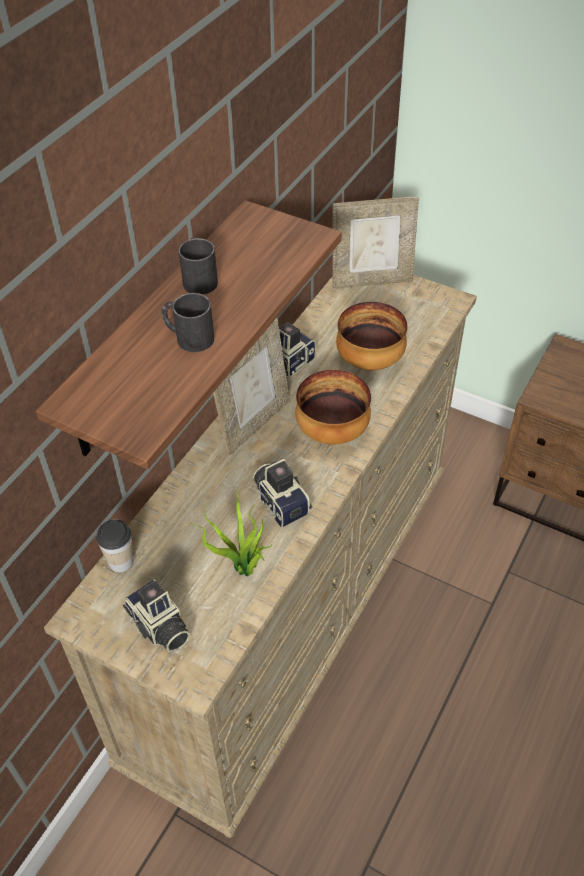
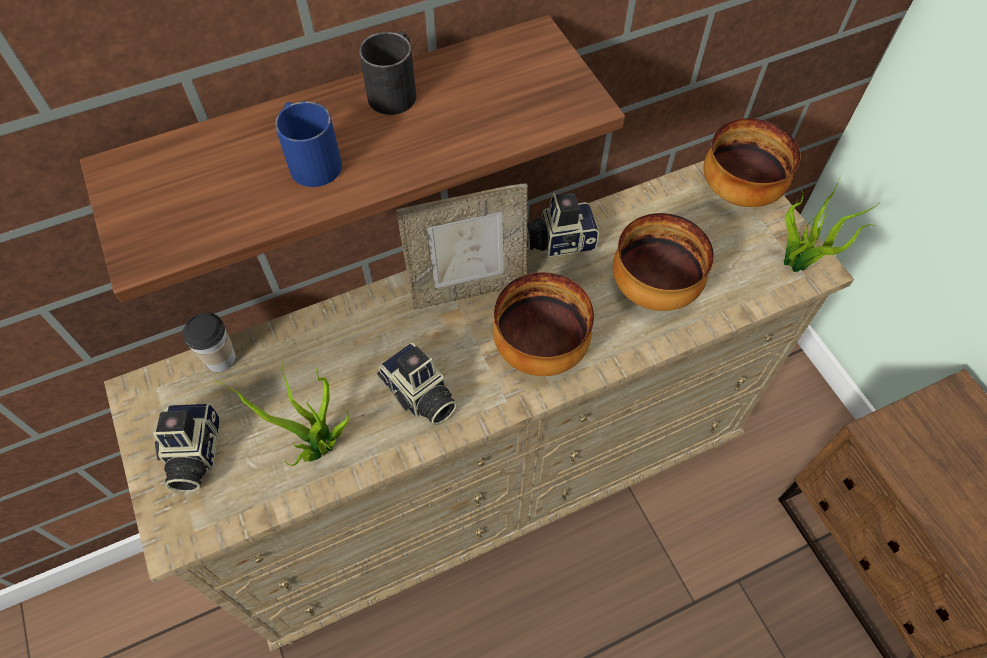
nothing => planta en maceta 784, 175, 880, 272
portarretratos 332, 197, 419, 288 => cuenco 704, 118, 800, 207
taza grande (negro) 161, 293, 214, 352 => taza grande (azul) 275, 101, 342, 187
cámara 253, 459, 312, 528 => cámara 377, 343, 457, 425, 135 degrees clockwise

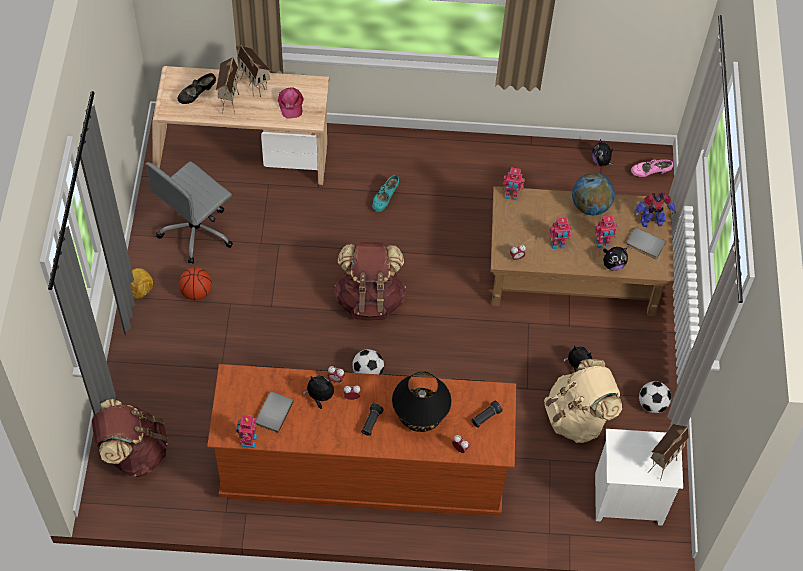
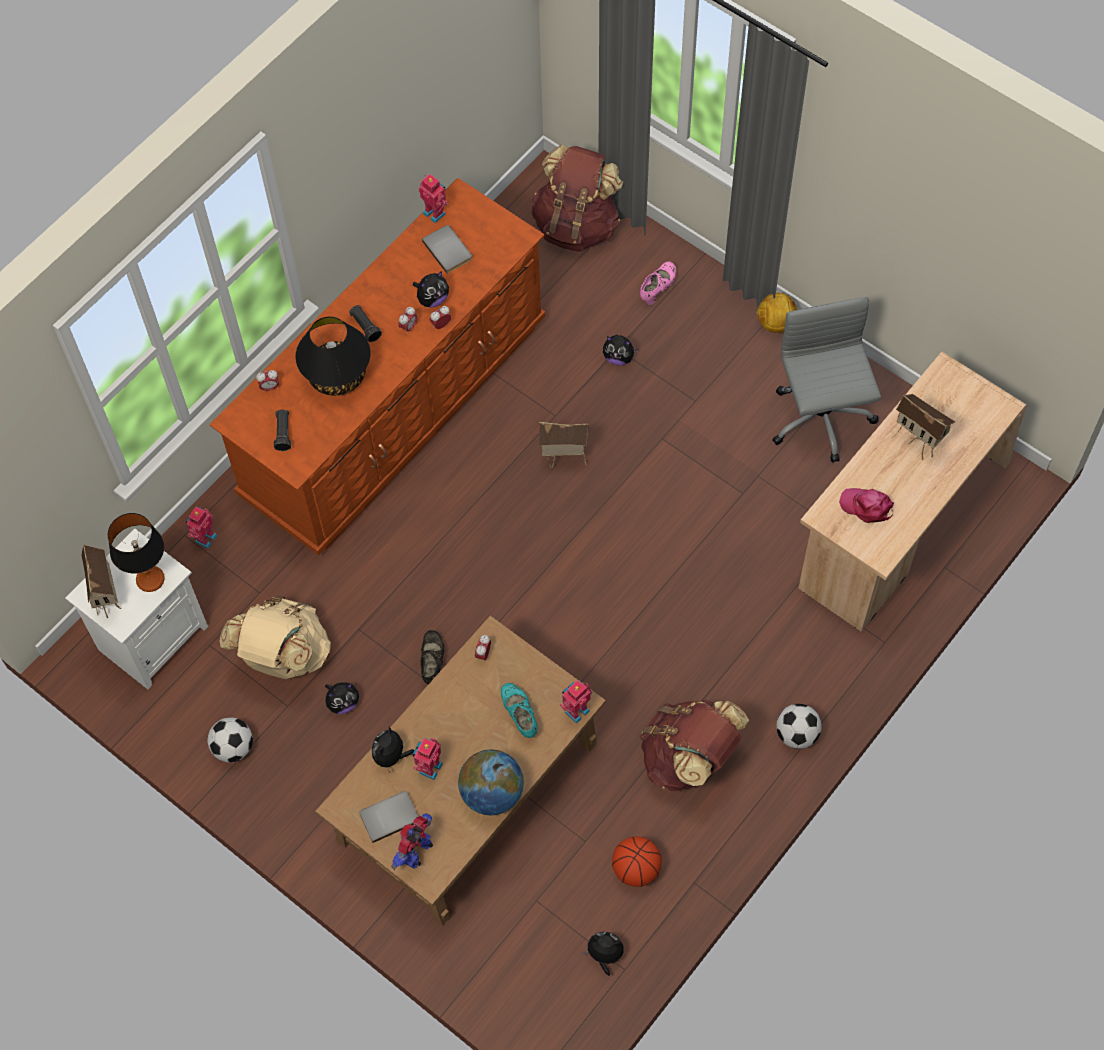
nothing => lámpara de mesa 108, 513, 165, 592
nothing => peluche 603, 334, 639, 365
zapato (negro) 177, 73, 216, 104 => zapato (negro) 420, 630, 444, 684, move
balón de baloncesto 179, 267, 212, 300 => balón de baloncesto 612, 836, 662, 887, move
casita 238, 45, 271, 97 => casita 539, 422, 589, 467, move
mochila (marrón) 334, 242, 406, 321 => mochila (marrón) 640, 699, 749, 792, move
balón de fútbol 353, 349, 384, 375 => balón de fútbol 776, 704, 822, 749, move
zapato (turquesa) 372, 175, 399, 212 => zapato (turquesa) 501, 683, 538, 738, move
robot de juguete 550, 217, 572, 249 => robot de juguete 186, 507, 217, 549, move
zapato (rosa) 631, 159, 673, 177 => zapato (rosa) 640, 262, 676, 305, move

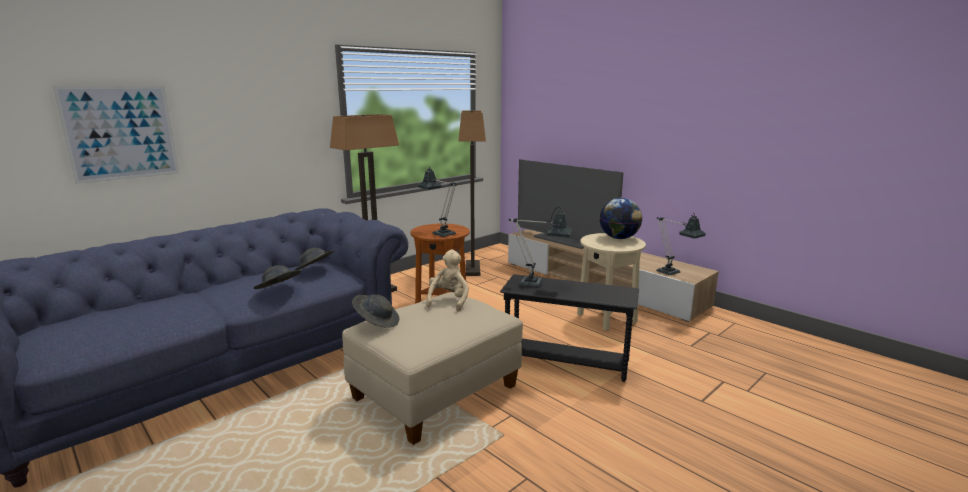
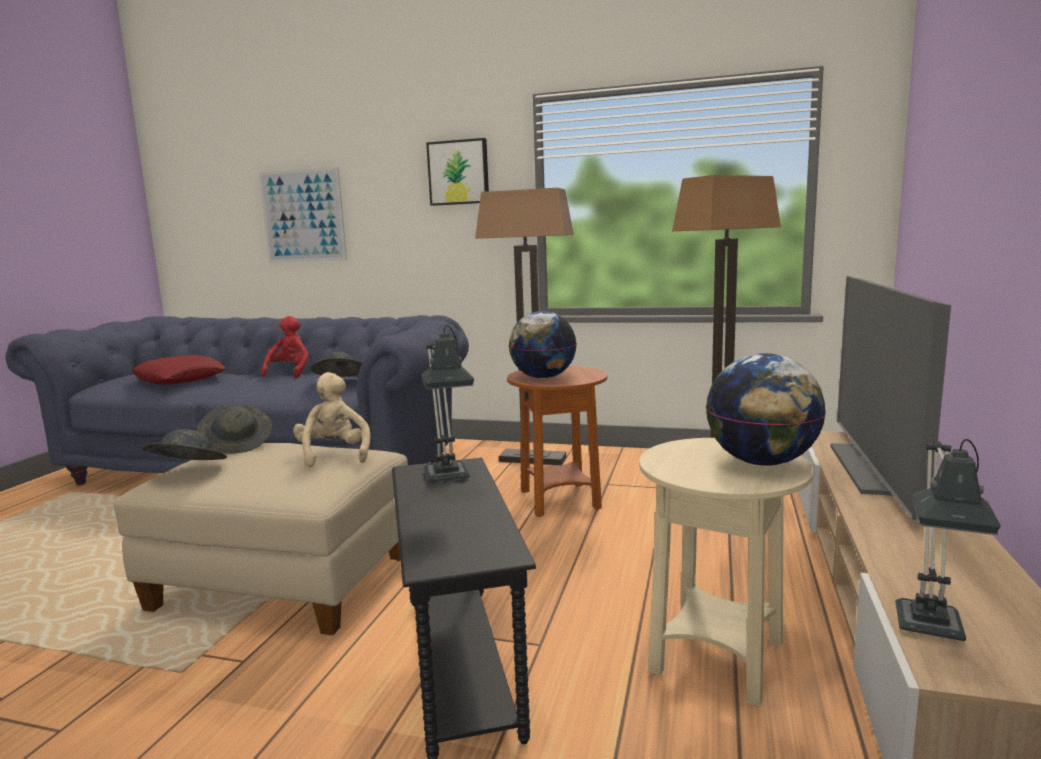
nothing => cojín (rojo) 132, 355, 226, 385
nothing => peluche (rojo) 261, 316, 309, 378
nothing => cuadro 426, 138, 489, 206
sombrero (gris) 253, 265, 301, 289 => sombrero (gris) 141, 429, 227, 460, move
lámpara de mesa 418, 166, 457, 237 => globo terráqueo 509, 311, 577, 379
peluche (beis) 426, 250, 469, 312 => peluche (beis) 293, 372, 371, 467, 90 degrees counterclockwise

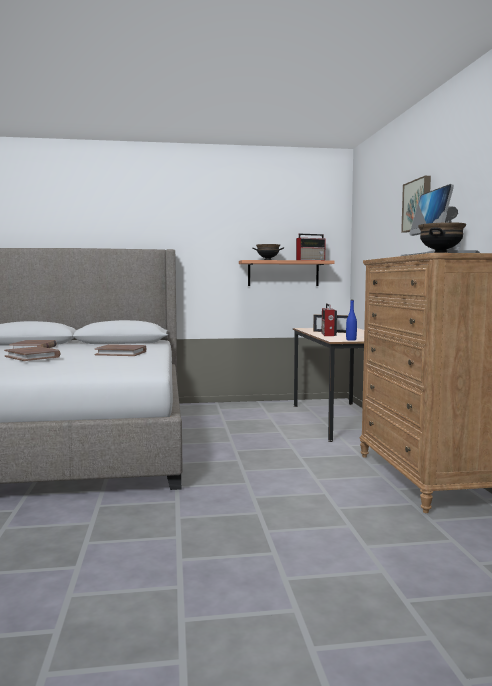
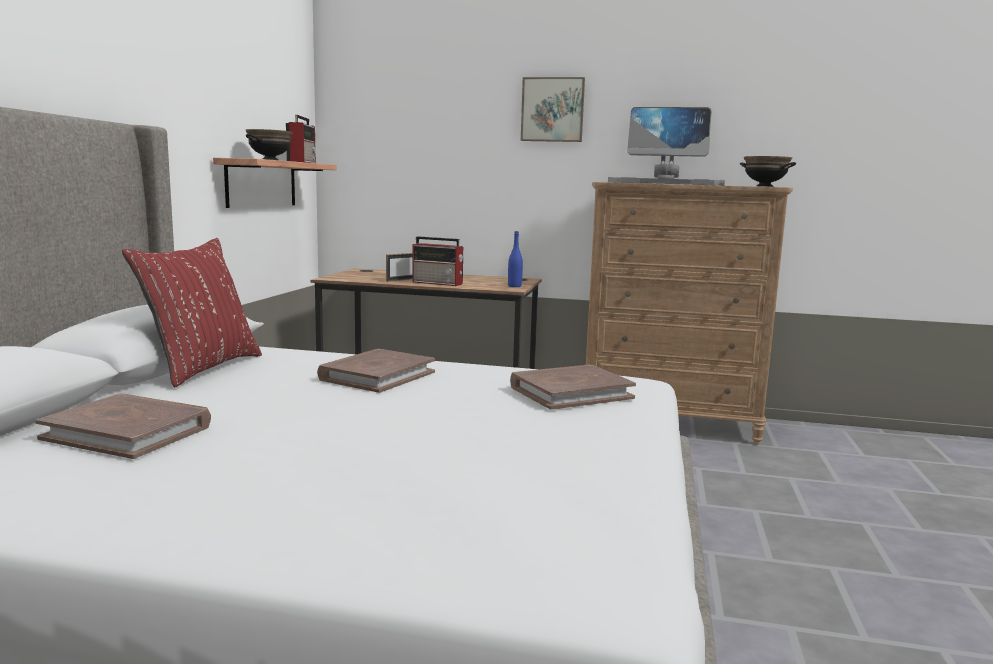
nothing => cojín (rojo) 122, 238, 262, 388
libro (marrón) 4, 346, 61, 361 => libro (marrón) 510, 365, 636, 410, move

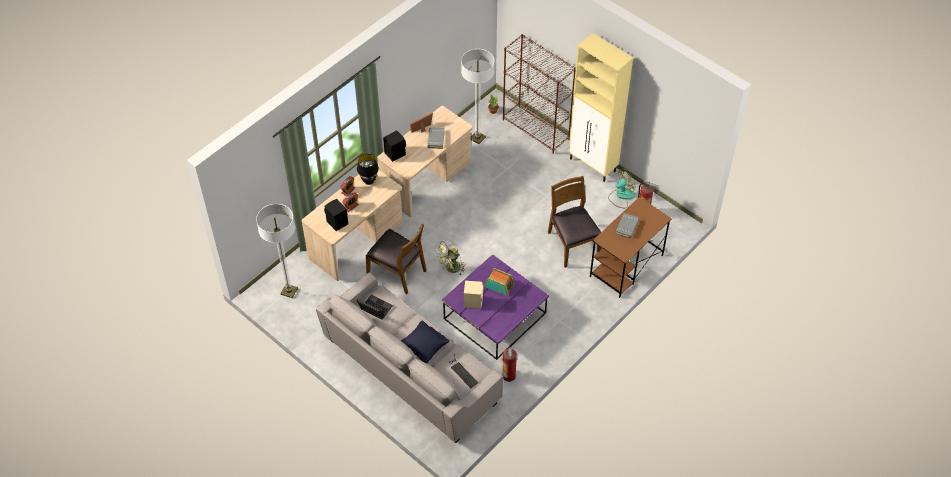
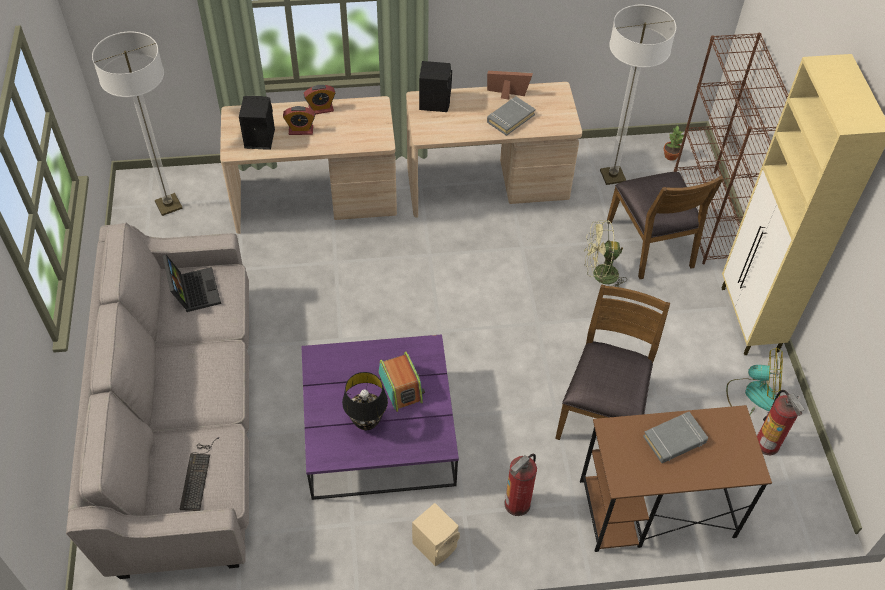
cojín (negro) 401, 320, 450, 363 => nothing
lámpara de mesa (negro) 357, 154, 379, 185 => lámpara de mesa (negro) 342, 372, 388, 430, move
silla (marrón) 366, 224, 427, 294 => silla (marrón) 607, 172, 723, 279, move
ventilador (verde) 434, 241, 465, 275 => ventilador (verde) 584, 220, 626, 287, move
altavoz (beis) 464, 281, 483, 309 => altavoz (beis) 412, 503, 460, 566, move
extintor 502, 345, 517, 382 => extintor 504, 454, 537, 516, move

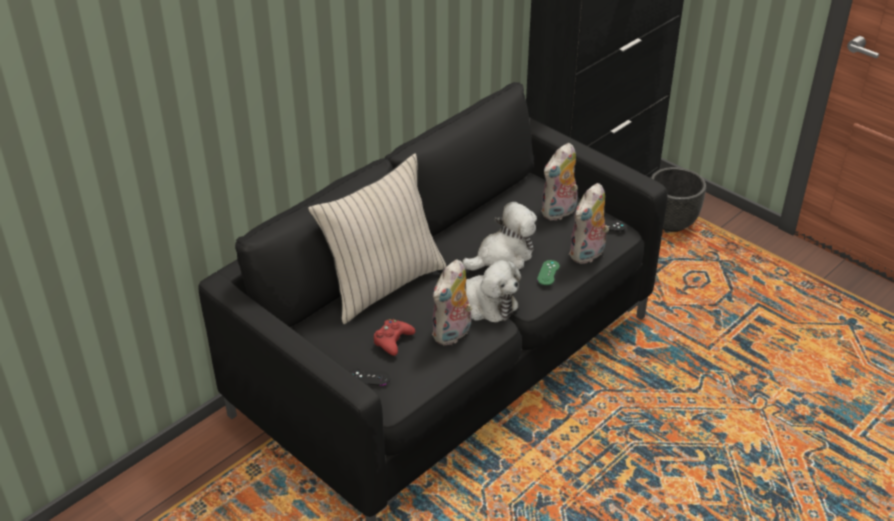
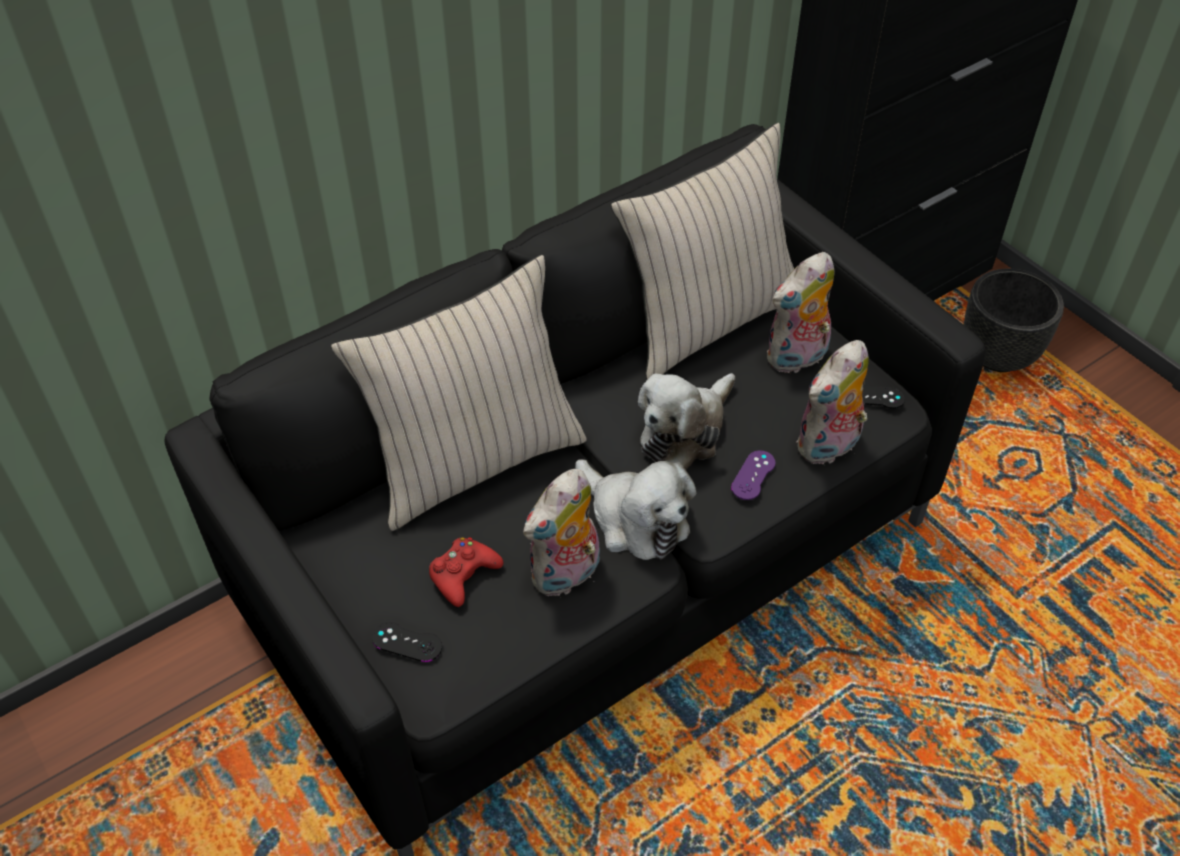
nothing => cojín (beis) 611, 123, 794, 380
mando de consola (verde) 537, 260, 560, 285 => mando de consola (morado) 731, 450, 776, 500
peluche 462, 202, 537, 271 => peluche 638, 373, 735, 470, 150 degrees clockwise

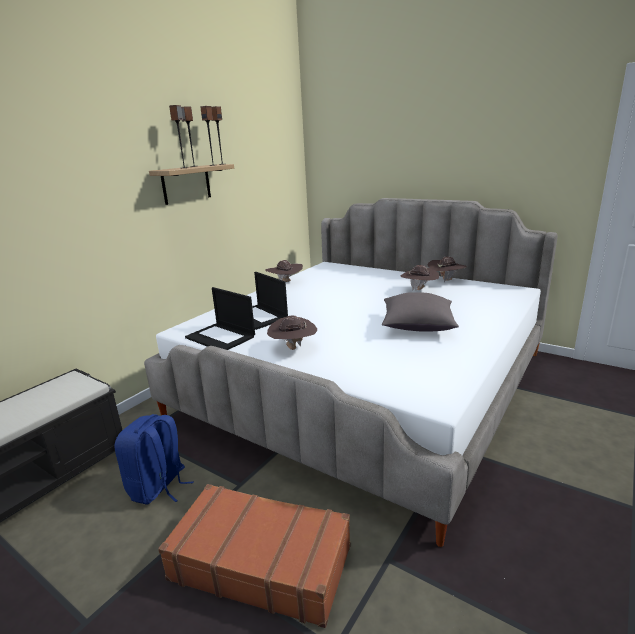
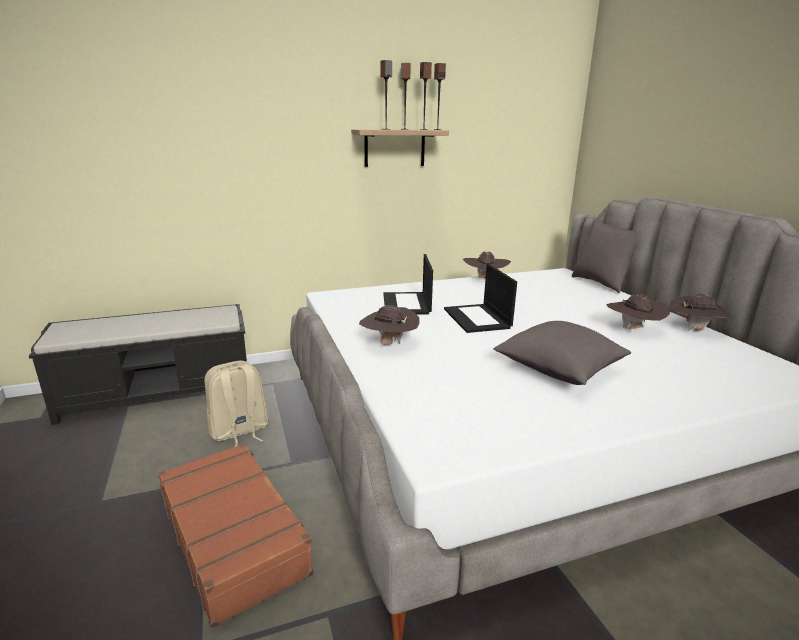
nothing => cojín (gris) 572, 219, 638, 293
portátil 185, 287, 255, 350 => portátil 444, 264, 517, 333, move
mochila (azul) 115, 414, 194, 505 => mochila (beis) 205, 361, 268, 447

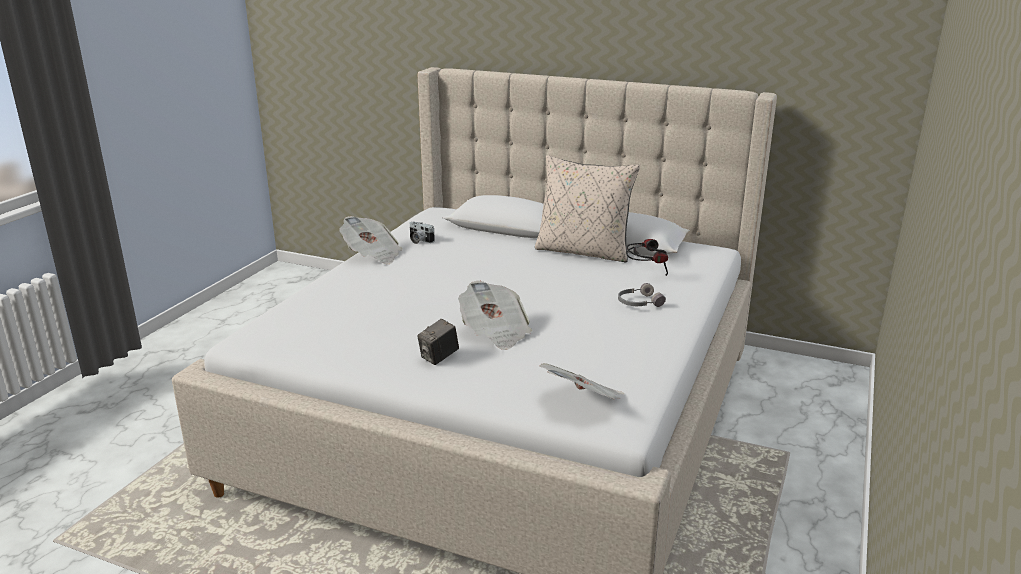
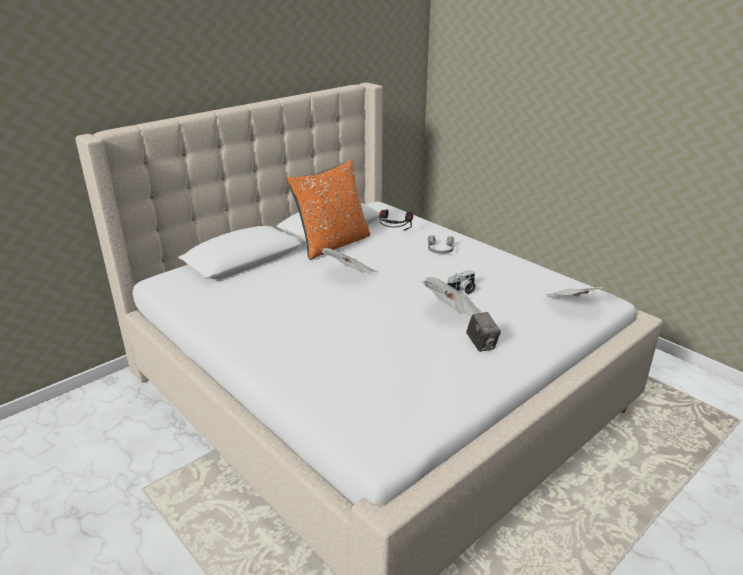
periódico 339, 216, 403, 264 => periódico 321, 248, 379, 274, move
cámara 410, 222, 435, 244 => cámara 447, 270, 476, 294, move
cojín (beis) 535, 155, 640, 263 => cojín (naranja) 287, 159, 370, 260

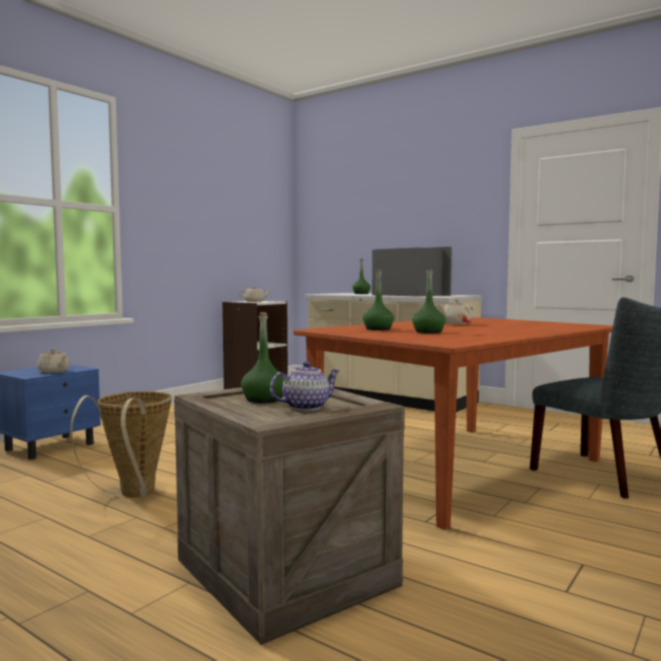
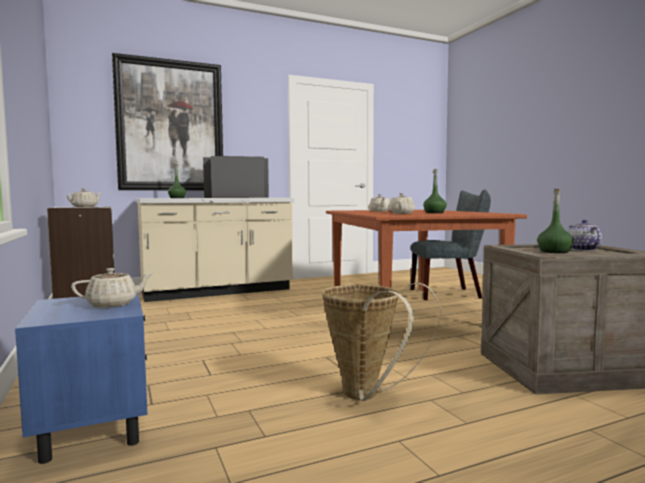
nothing => cuadro 112, 53, 223, 190
botella (verde) 363, 269, 394, 330 => tetera (beis) 388, 193, 415, 214

